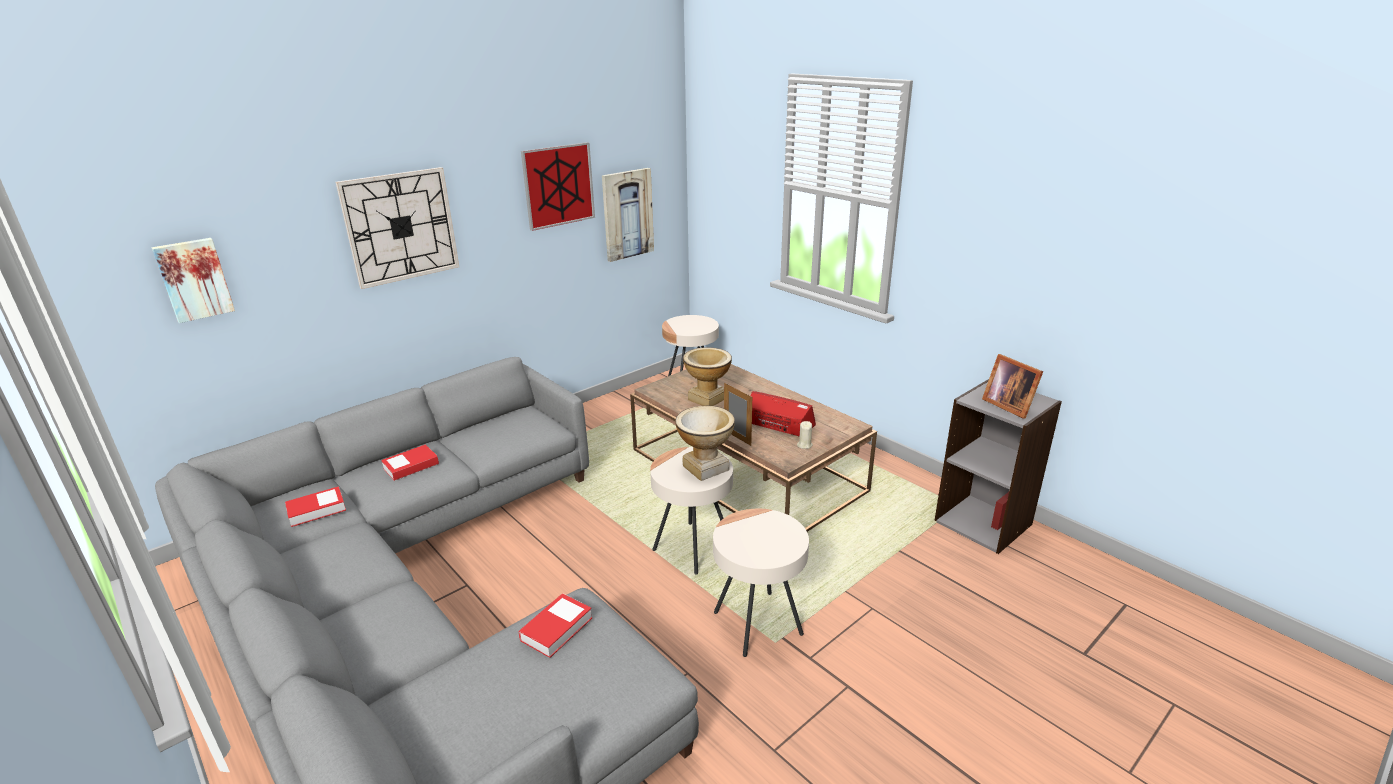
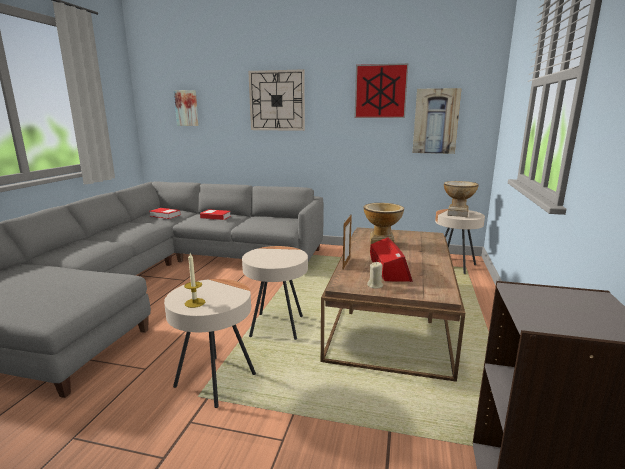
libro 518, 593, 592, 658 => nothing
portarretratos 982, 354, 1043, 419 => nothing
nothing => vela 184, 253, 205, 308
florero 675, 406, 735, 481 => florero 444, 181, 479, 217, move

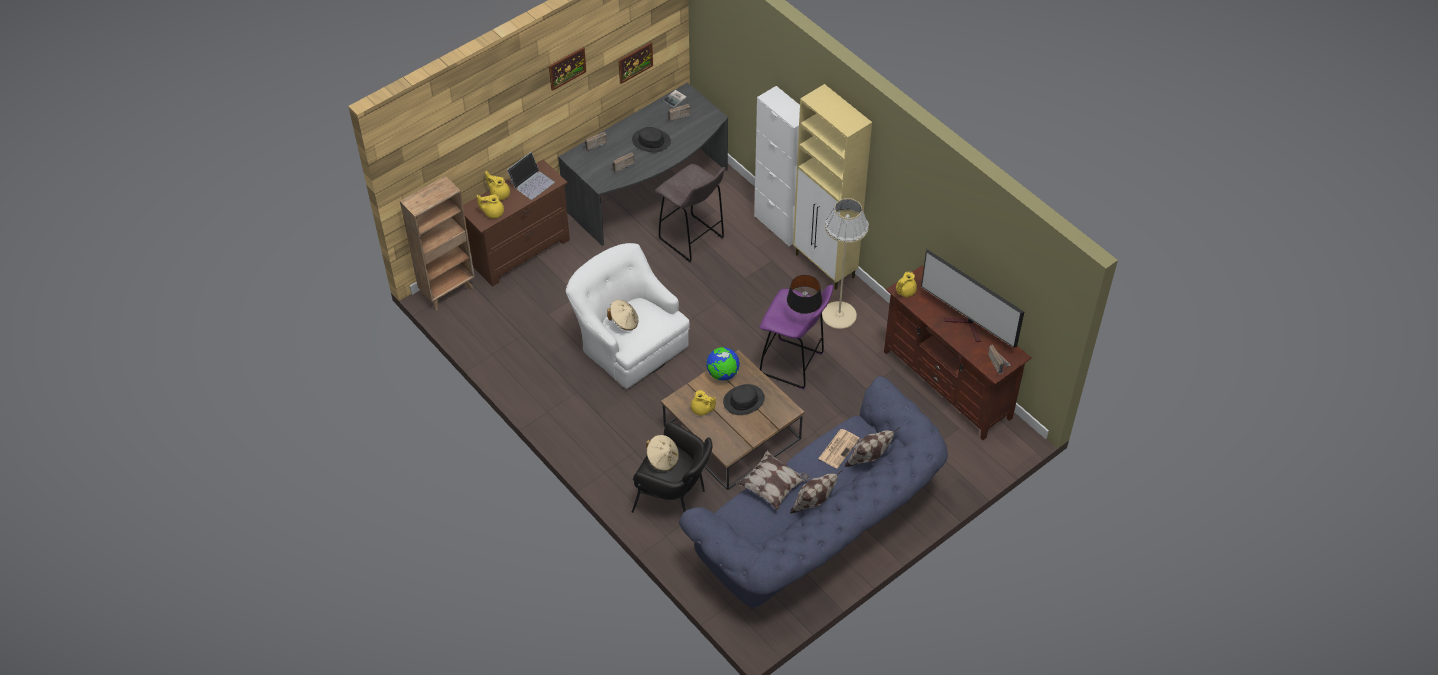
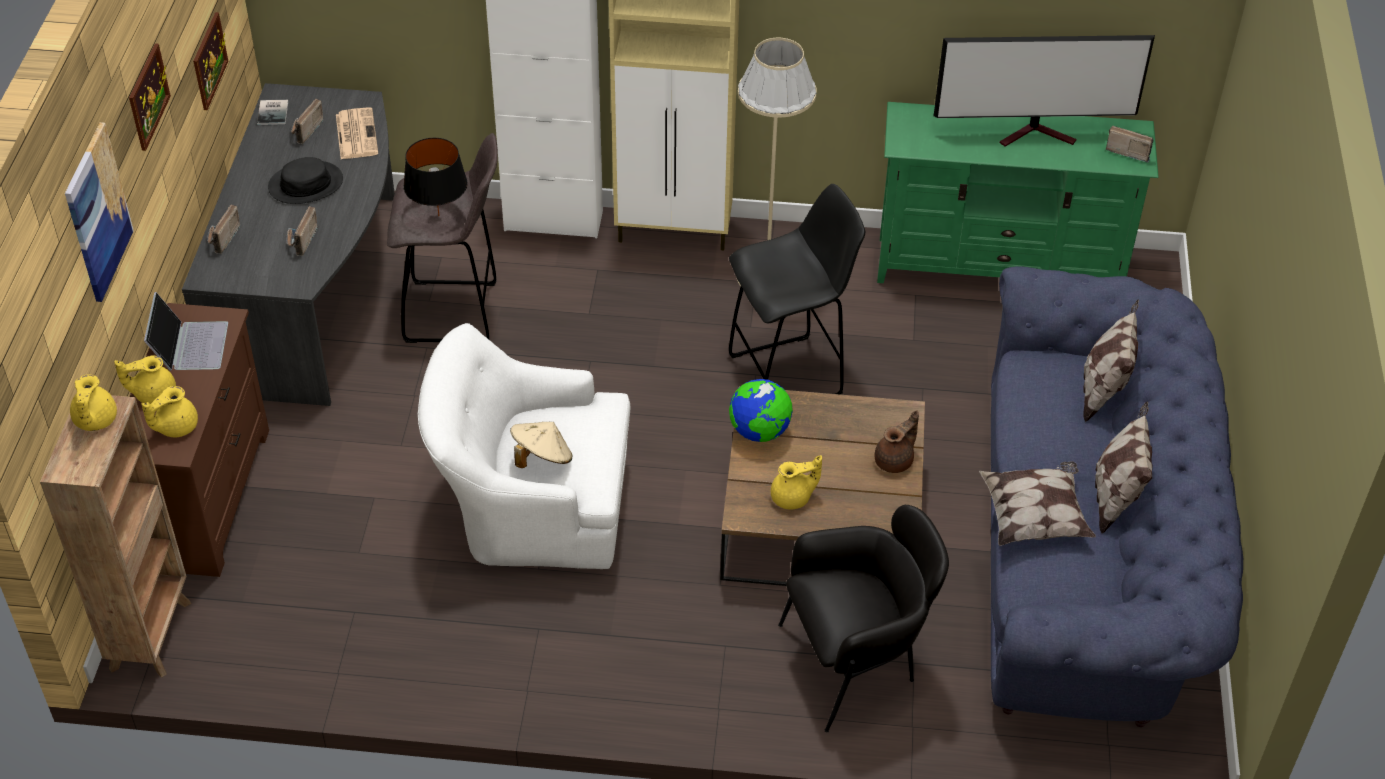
sombrero (beis) 646, 435, 679, 471 => nothing
sombrero (negro) 723, 384, 765, 415 => nothing
nothing => cuadro 65, 122, 134, 302
nothing => tetera (marrón) 875, 410, 919, 473
lámpara de mesa (negro) 787, 275, 822, 315 => lámpara de mesa (negro) 403, 138, 468, 216, move
periódico 818, 429, 860, 468 => periódico 336, 107, 378, 159, move
tetera (amarillo) 896, 272, 917, 297 => tetera (amarillo) 70, 375, 117, 431, move
taburete (morado) 759, 285, 833, 390 => taburete (negro) 729, 184, 865, 395
mueble de televisión (marrón) 884, 265, 1032, 440 => mueble de televisión (verde) 877, 102, 1159, 283

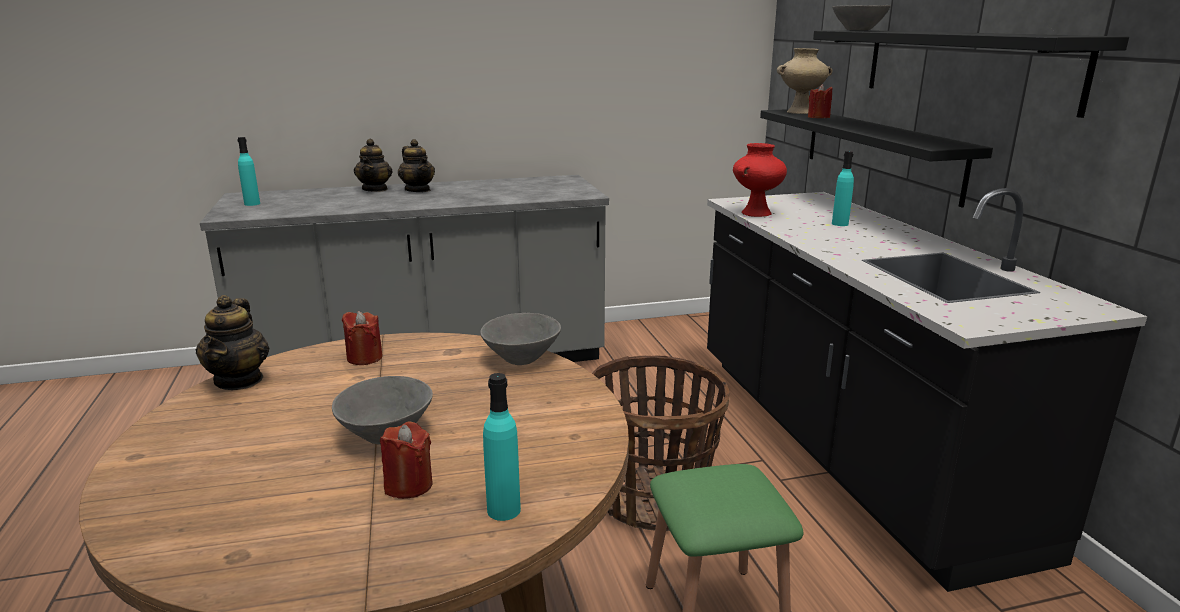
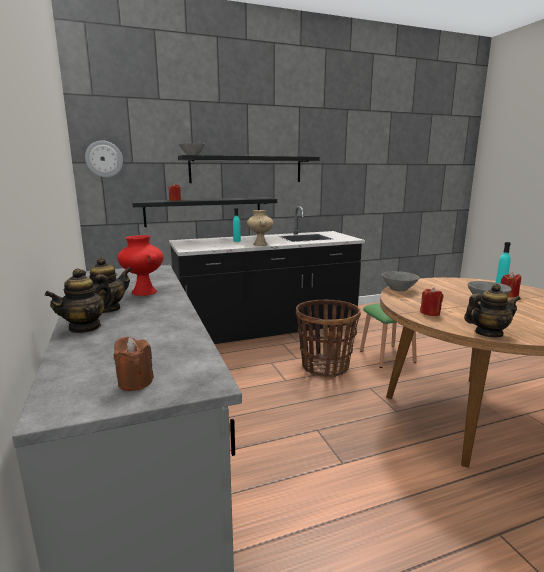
nothing => reloj de pared 85, 140, 123, 177
florero (rojo) 733, 143, 787, 217 => florero (rojo) 117, 235, 164, 296, move
florero (beis) 777, 48, 833, 114 => florero (beis) 247, 210, 273, 246, move
botella (turquesa) 238, 137, 260, 206 => vela (marrón) 114, 336, 154, 391
tetera 354, 139, 392, 192 => tetera 45, 268, 114, 333, 135 degrees clockwise

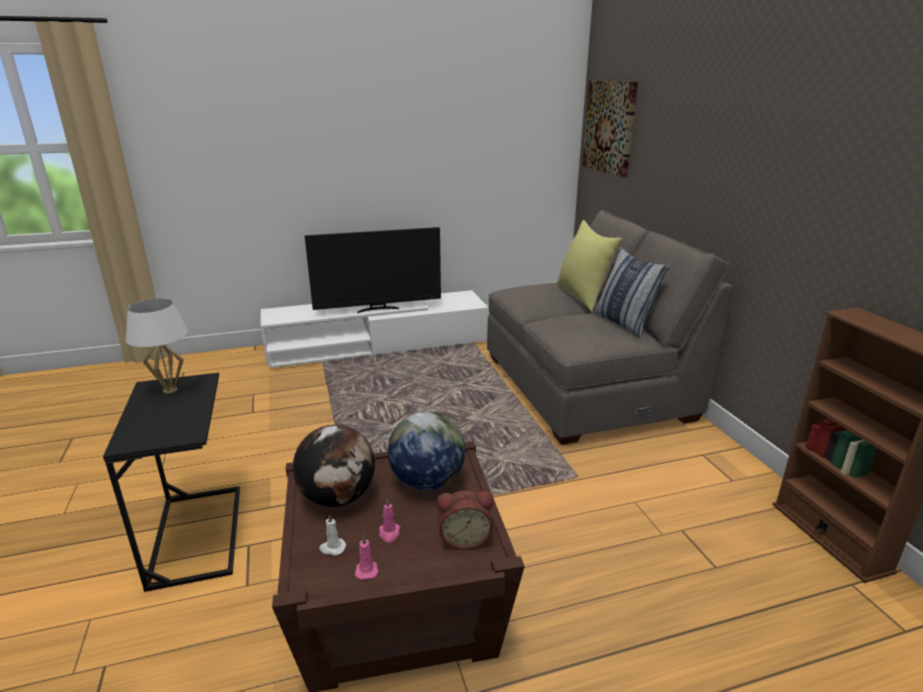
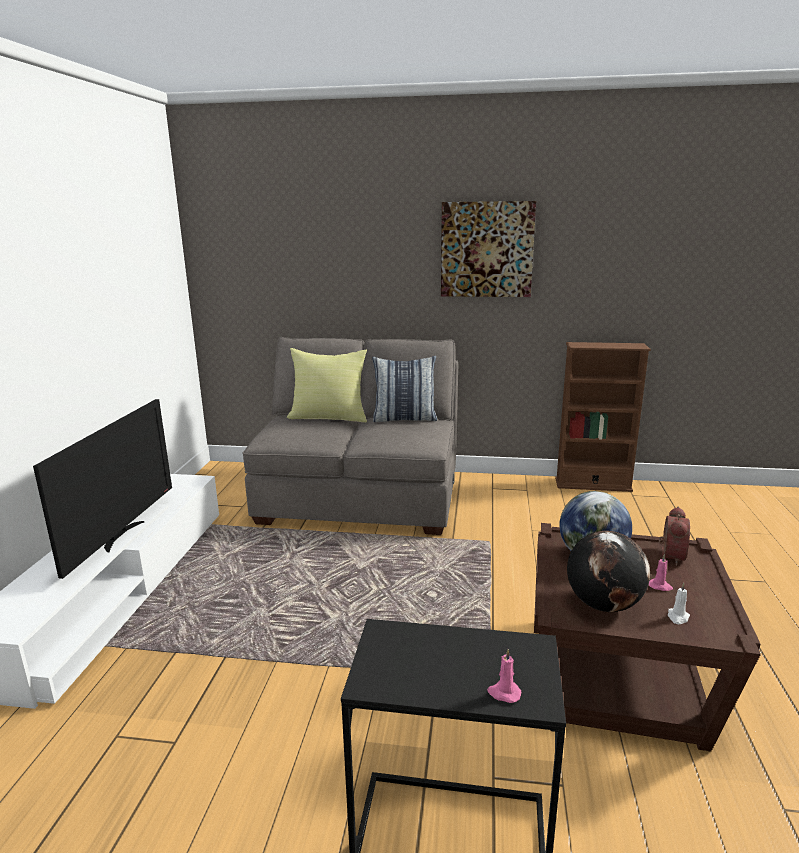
lámpara de mesa (blanco) 126, 298, 188, 394 => nothing
vela (rosa) 355, 535, 378, 580 => vela (rosa) 487, 649, 521, 703, move
cuadro 582, 81, 638, 177 => cuadro 441, 201, 536, 297, move

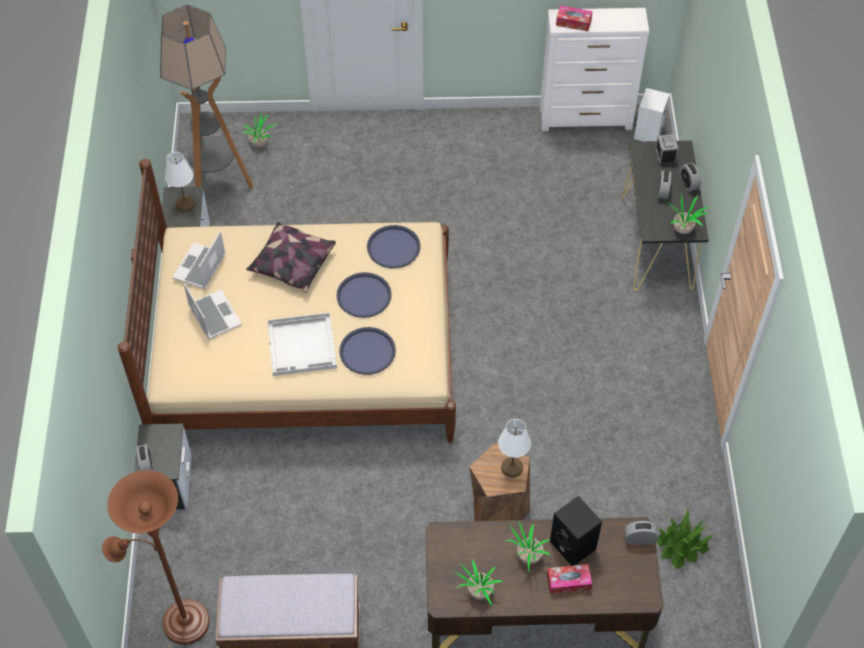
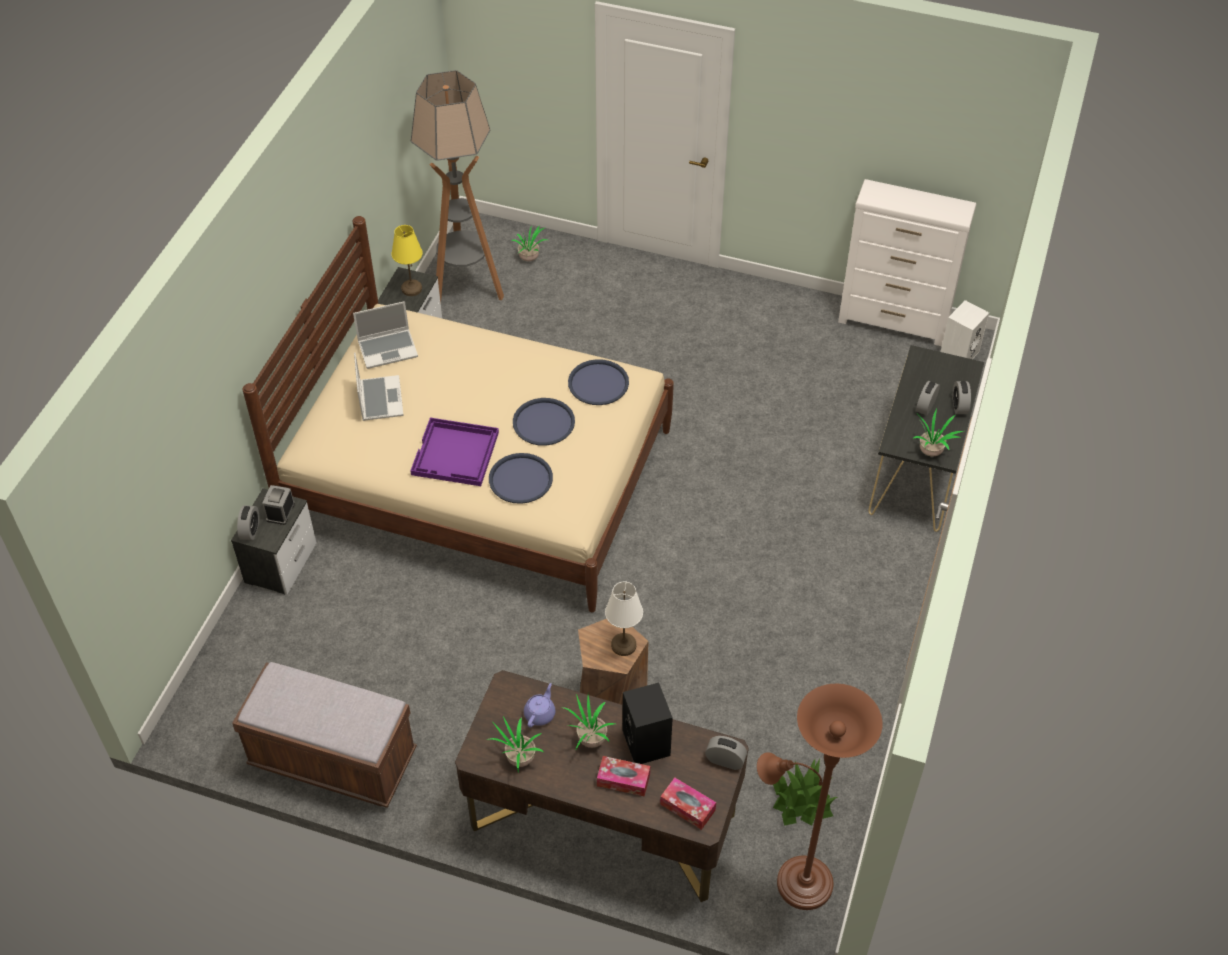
cojín 246, 222, 336, 292 => nothing
nothing => tetera (morado) 524, 683, 555, 728
lámpara de pie (marrón) 102, 470, 210, 645 => lámpara de pie (marrón) 757, 684, 882, 910, move
caja de pañuelos 556, 5, 593, 31 => caja de pañuelos 660, 778, 716, 830, move
despertador 655, 134, 679, 166 => despertador 262, 485, 295, 525, move
lámpara de mesa (blanco) 165, 152, 195, 212 => lámpara de mesa (amarillo) 392, 225, 423, 296
bandeja (blanco) 267, 312, 337, 376 => bandeja (morado) 410, 418, 499, 486
portátil 172, 231, 226, 289 => portátil 353, 301, 418, 369, 150 degrees counterclockwise

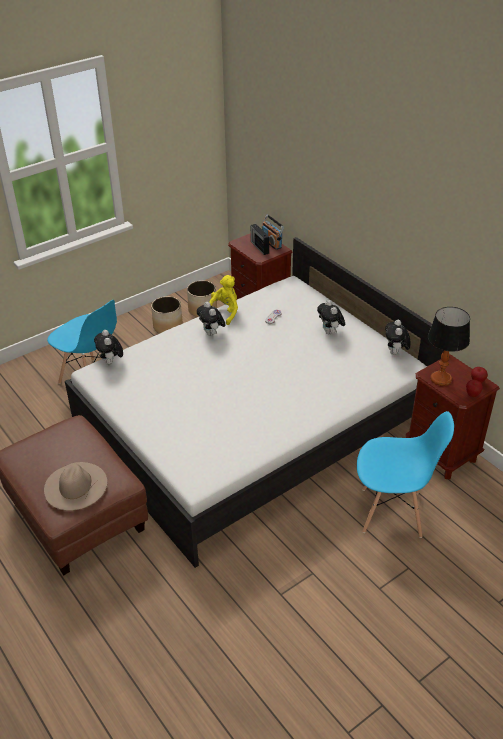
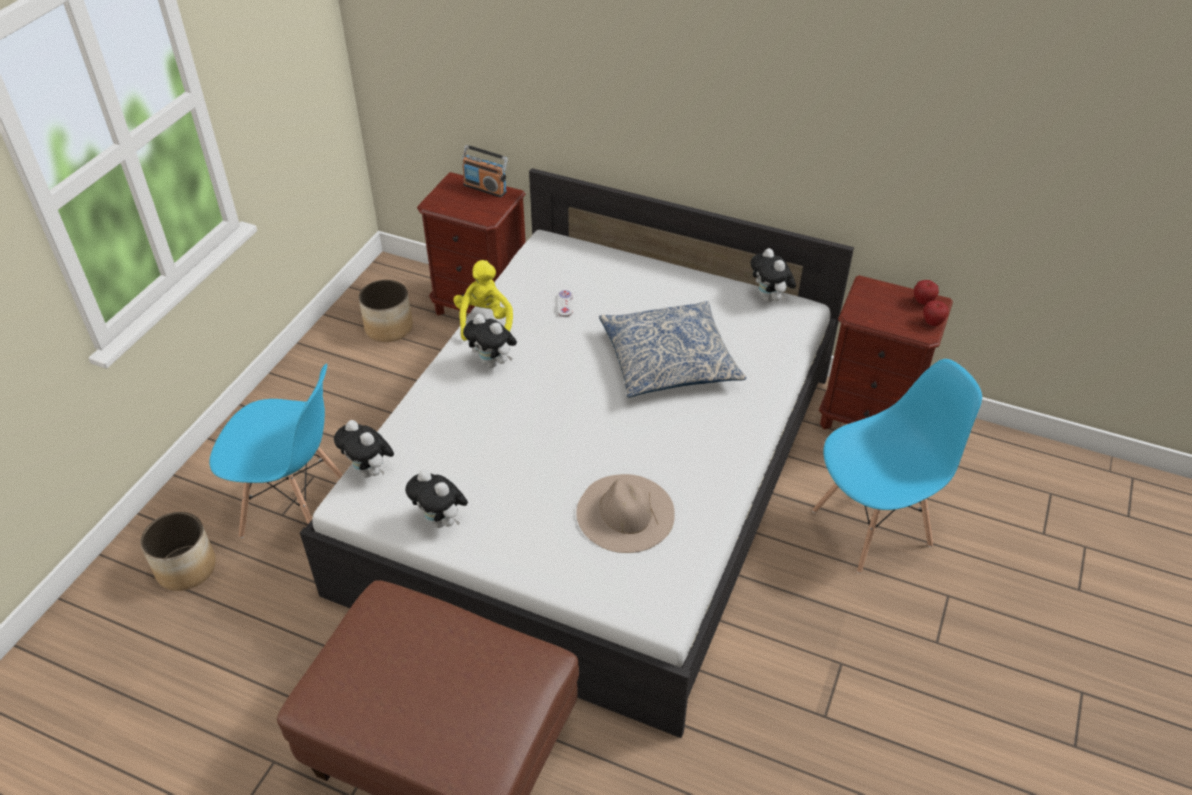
radio 251, 224, 269, 255 => nothing
lámpara de mesa 428, 307, 470, 386 => nothing
nothing => cojín 599, 301, 746, 398
sombrero (beis) 44, 462, 107, 511 => sombrero (beis) 576, 474, 675, 553, move
maceta 151, 296, 183, 333 => maceta 141, 512, 216, 591, move
peluche 317, 300, 345, 334 => peluche 405, 470, 468, 528, move

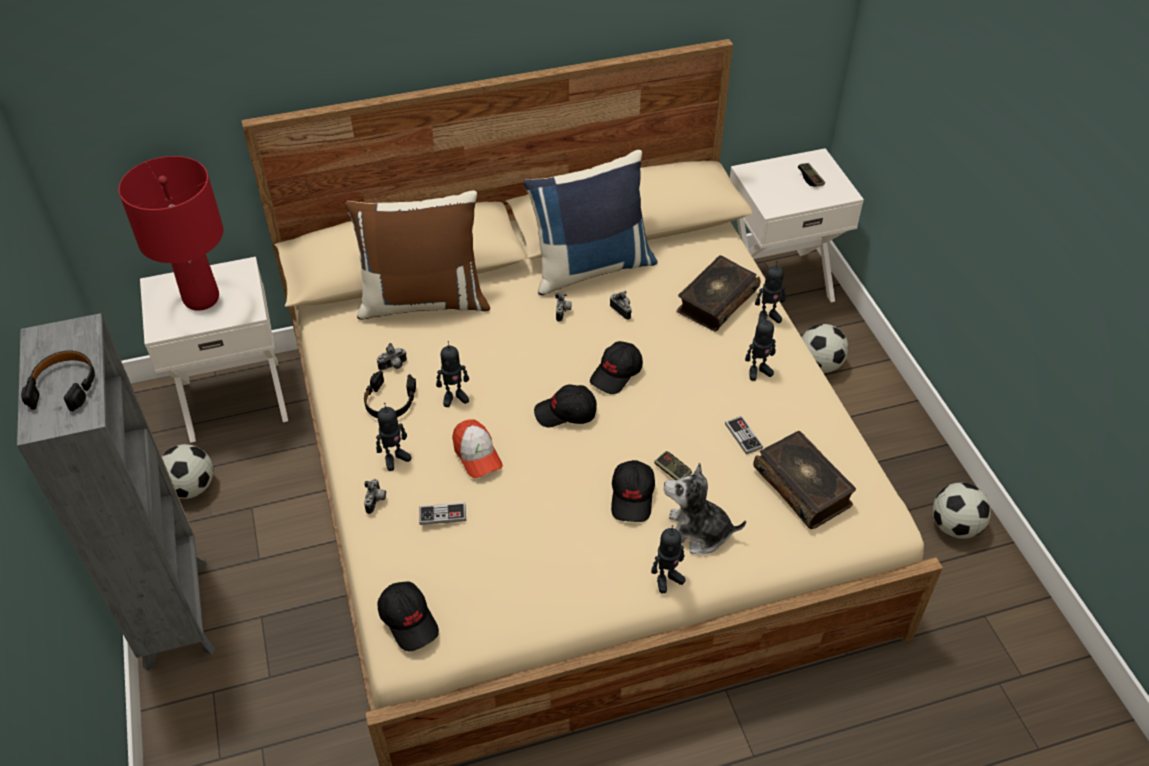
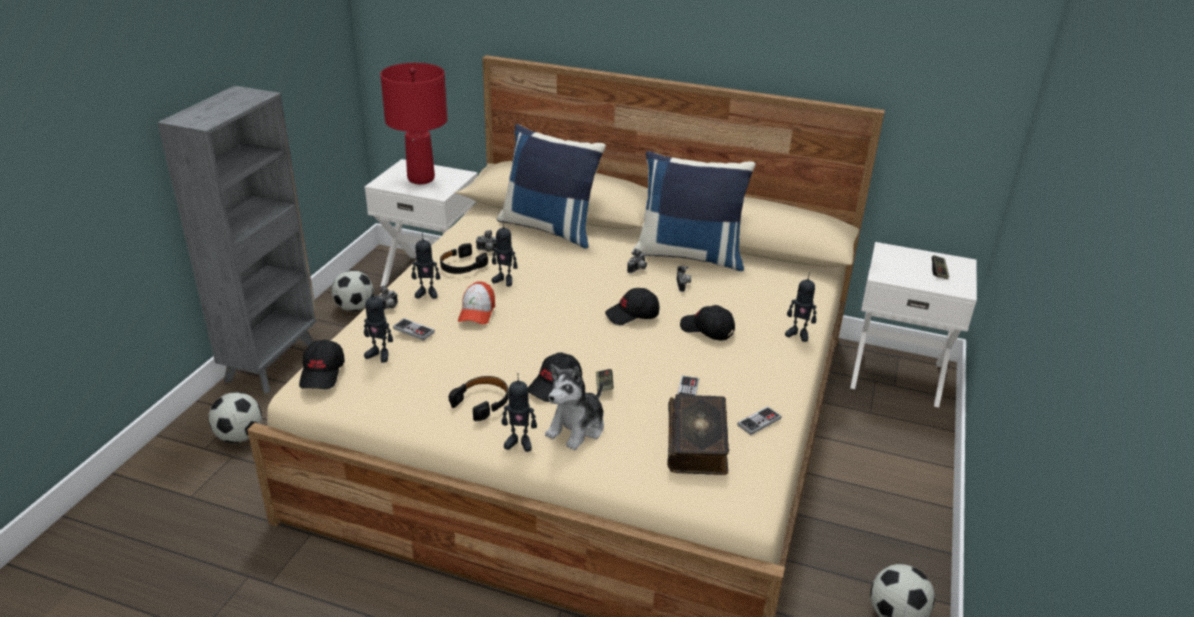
libro 676, 255, 761, 332 => nothing
nothing => mando de consola 737, 406, 782, 435
auriculares (negro) 21, 350, 95, 411 => auriculares (negro) 449, 376, 509, 421, move
gorra (negro) 534, 384, 597, 428 => gorra (negro) 680, 305, 735, 340, move
robot de juguete 745, 315, 776, 381 => robot de juguete 364, 289, 393, 363, move
balón de fútbol 802, 324, 848, 373 => balón de fútbol 209, 392, 262, 443, move
cojín (marrón) 345, 190, 490, 320 => cojín (azul) 497, 124, 606, 248
peluche 664, 462, 746, 554 => peluche 545, 364, 604, 450, 105 degrees counterclockwise

